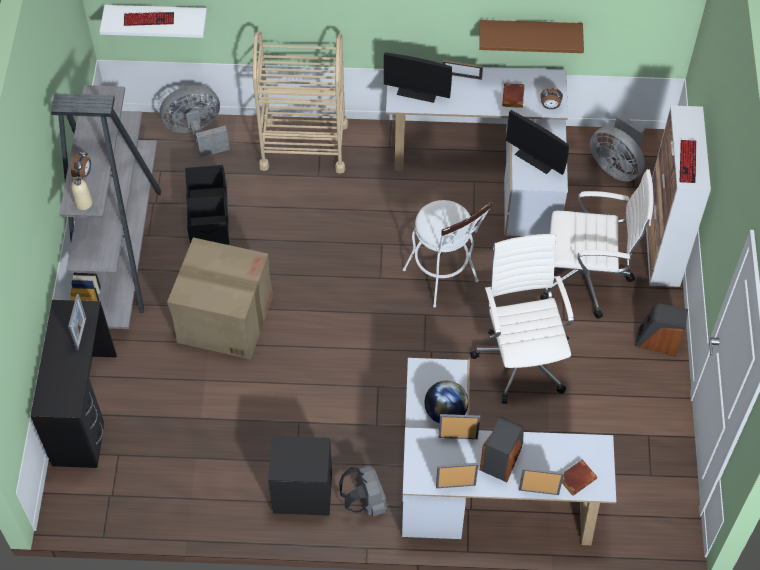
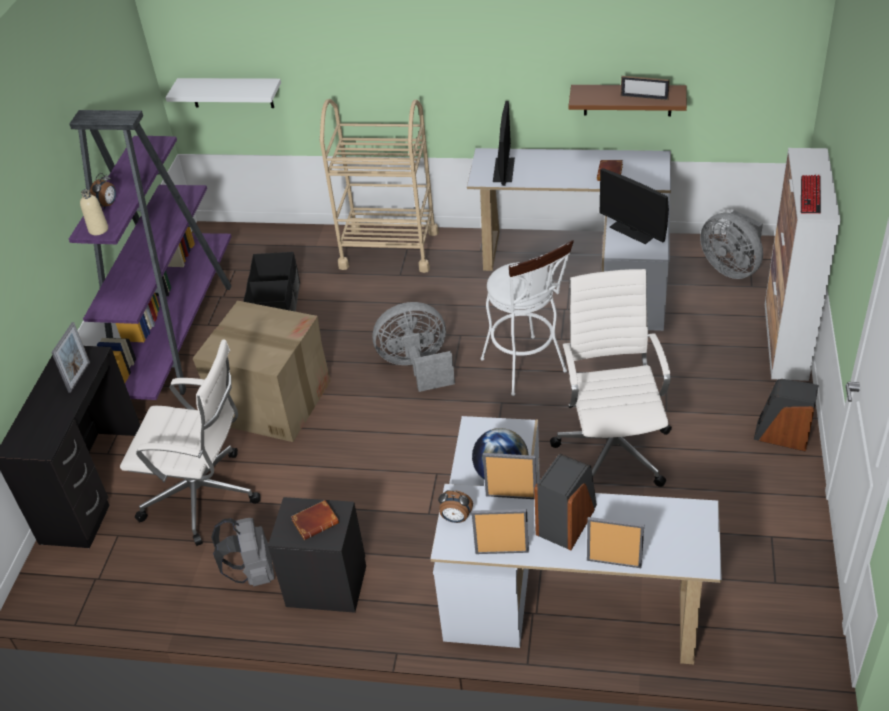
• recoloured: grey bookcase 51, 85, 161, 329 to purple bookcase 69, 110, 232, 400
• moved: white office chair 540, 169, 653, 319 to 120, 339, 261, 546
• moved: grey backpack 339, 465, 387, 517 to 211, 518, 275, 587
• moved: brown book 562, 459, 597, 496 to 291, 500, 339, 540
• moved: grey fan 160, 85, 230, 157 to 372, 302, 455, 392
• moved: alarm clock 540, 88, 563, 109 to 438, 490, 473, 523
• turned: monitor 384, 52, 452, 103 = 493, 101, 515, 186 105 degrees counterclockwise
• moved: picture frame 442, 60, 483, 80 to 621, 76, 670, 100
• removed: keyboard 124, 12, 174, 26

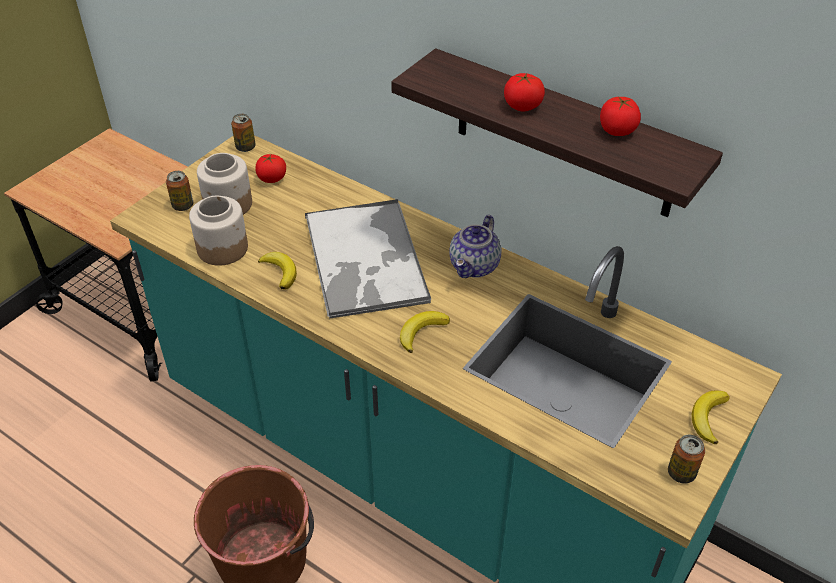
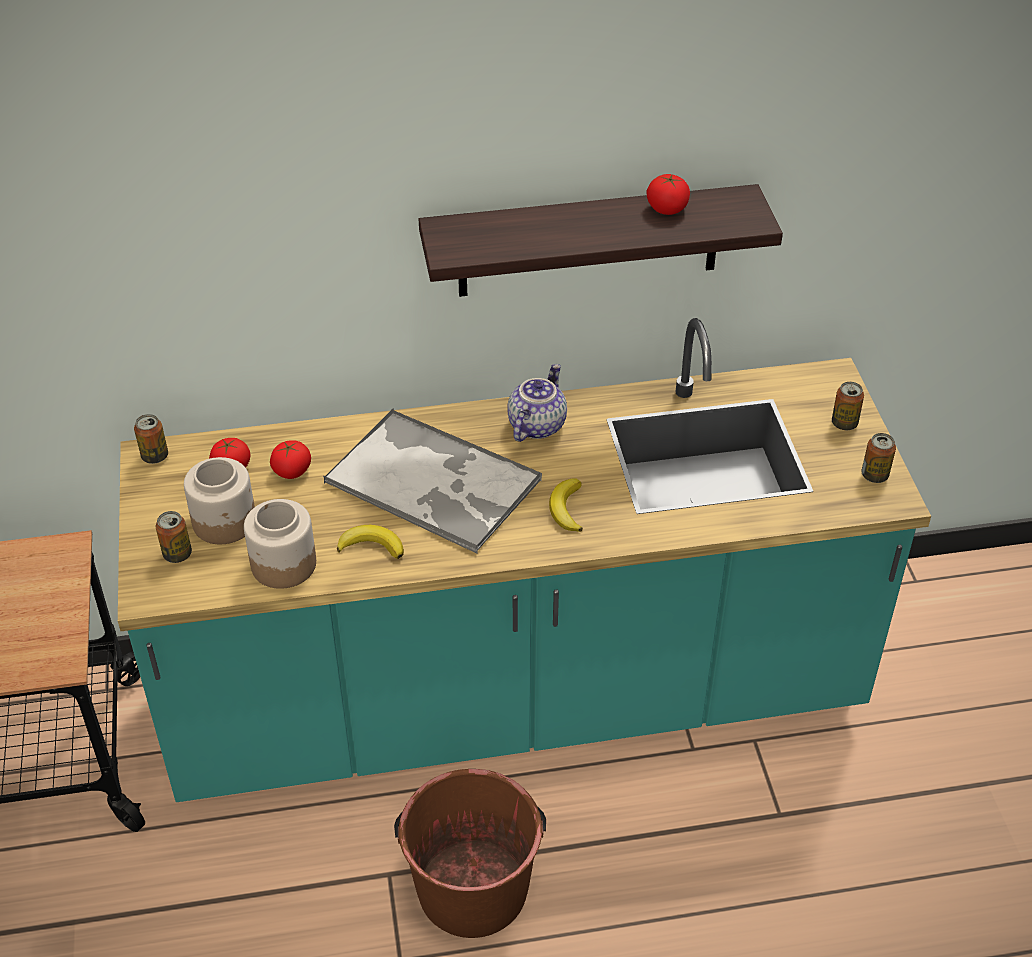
• moved: tomato 504, 73, 545, 111 to 270, 440, 311, 479
• turned: teapot 449, 215, 501, 278 = 507, 364, 567, 442 135 degrees counterclockwise
• replaced: banana 692, 390, 730, 444 to can 832, 382, 864, 430

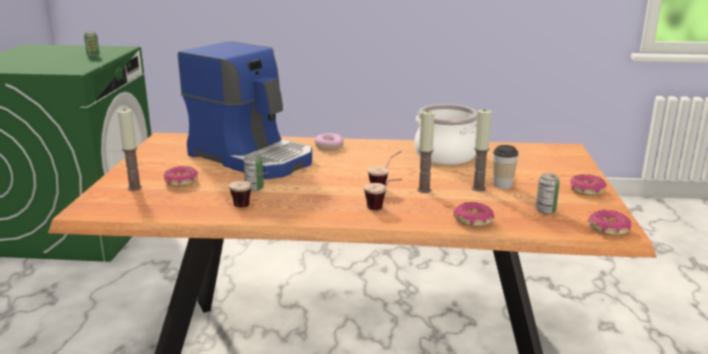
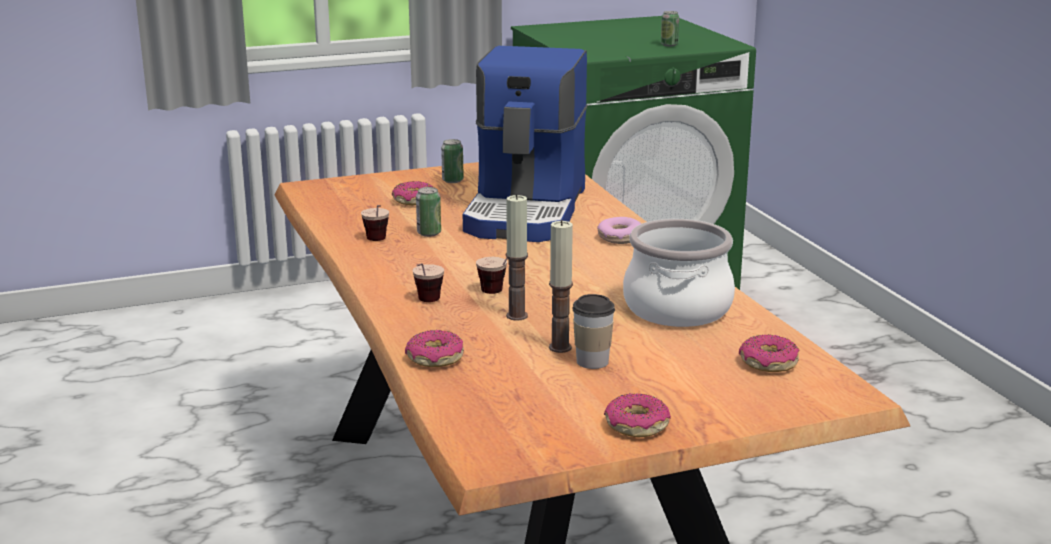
• moved: can 536, 173, 560, 214 to 441, 139, 464, 183
• moved: donut 588, 210, 631, 236 to 739, 335, 799, 372
• removed: candle 118, 109, 142, 191

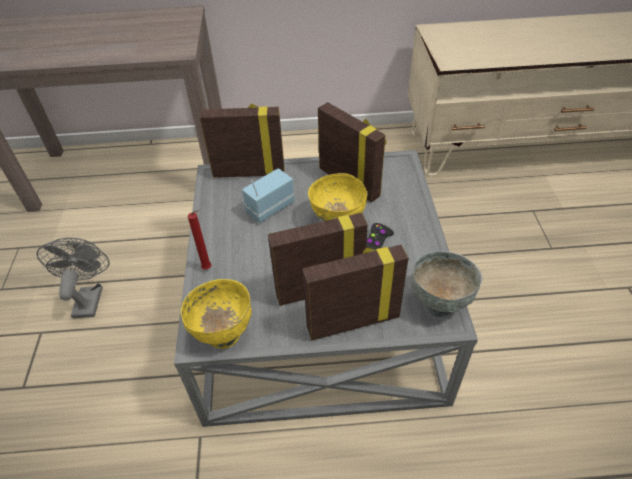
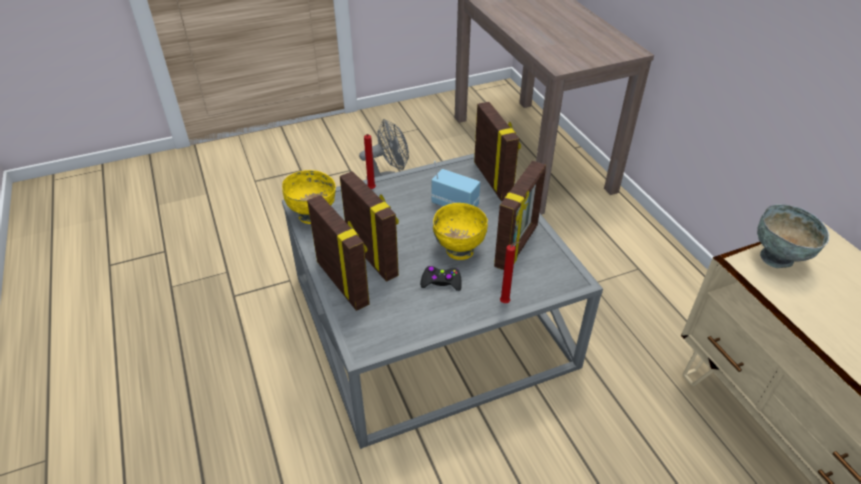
• added: red candle 500, 241, 521, 303
• moved: grey bowl 411, 251, 482, 318 to 757, 204, 829, 268

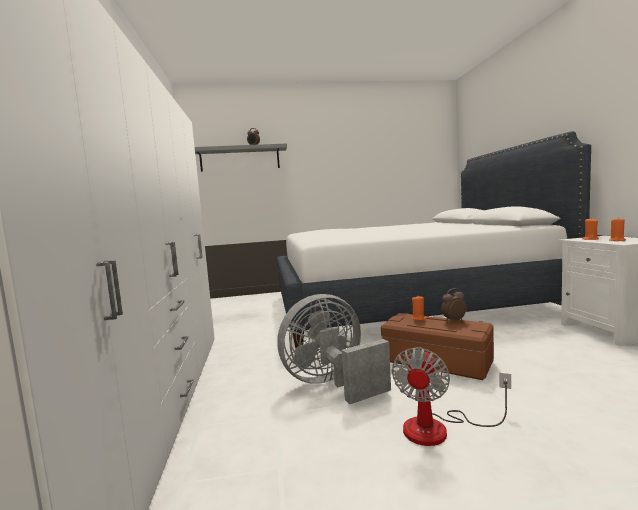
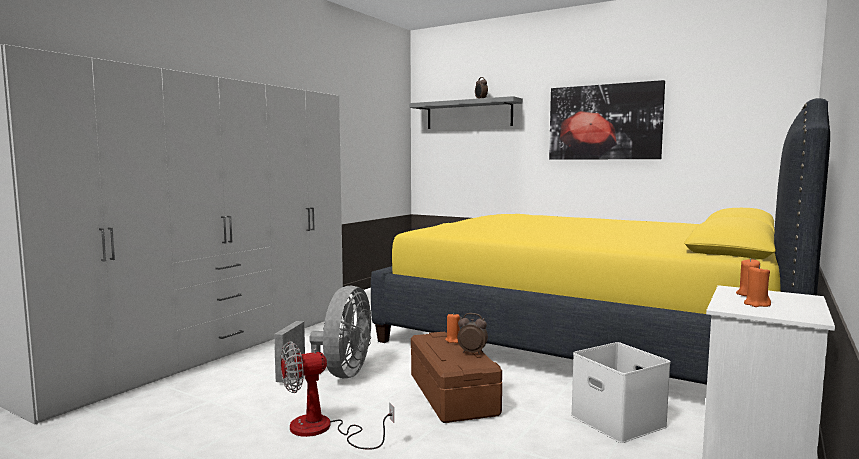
• turned: grey fan 277, 294, 391, 404 = 274, 286, 371, 383 90 degrees clockwise
• recoloured: white bed 277, 131, 591, 348 to yellow bed 371, 98, 830, 385
• added: picture 549, 80, 665, 160
• added: white storage box 571, 342, 671, 443

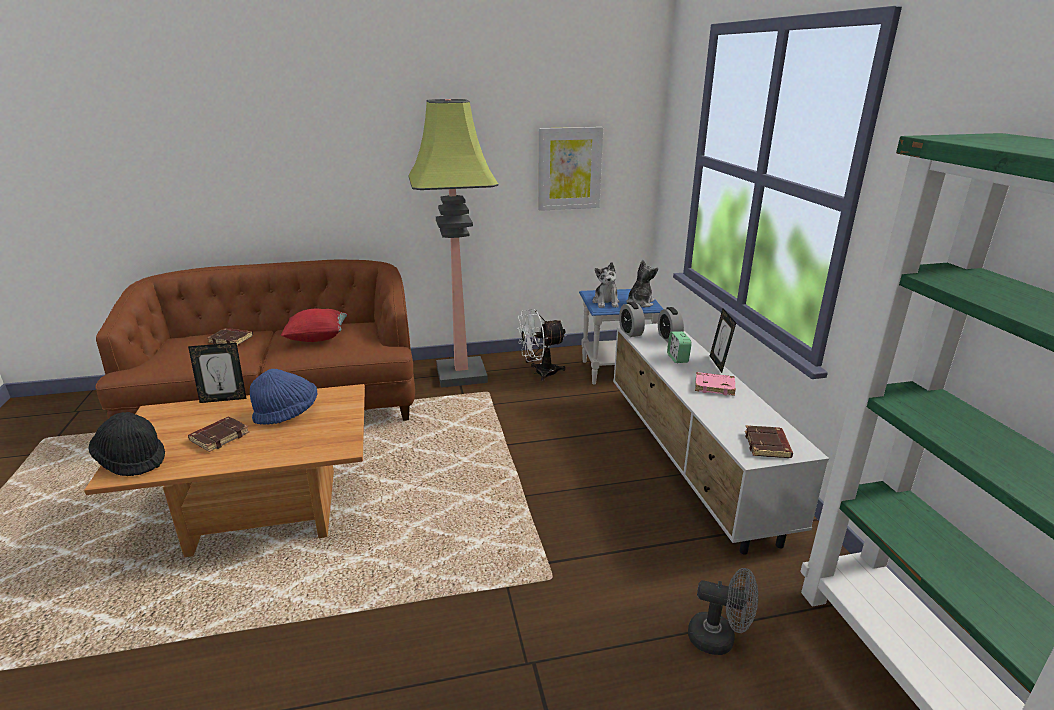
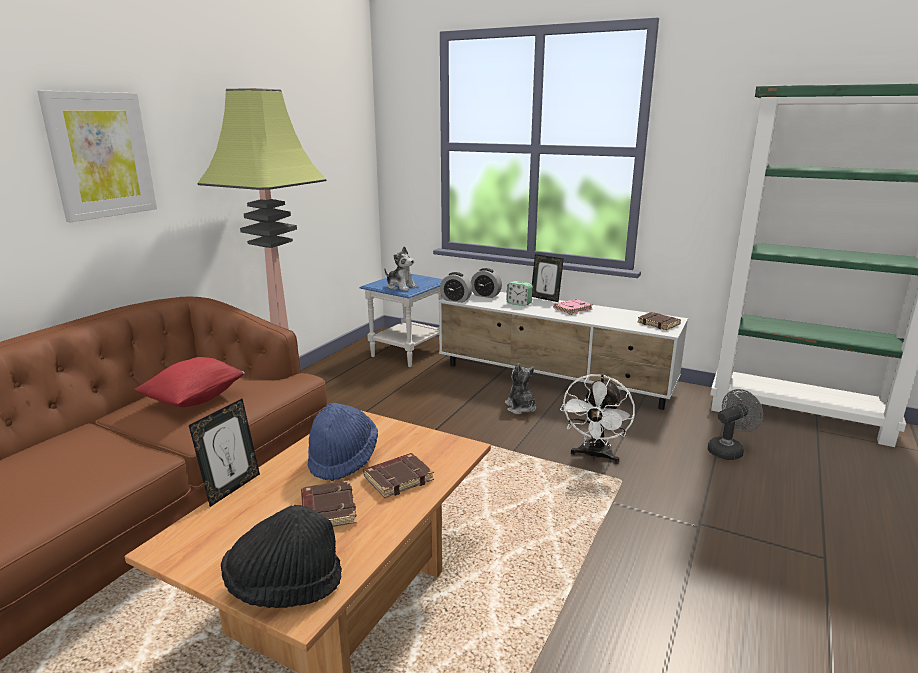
• moved: picture 538, 127, 603, 211 to 37, 91, 157, 222
• moved: brown book 207, 328, 253, 345 to 363, 453, 434, 498
• moved: plush toy 626, 260, 658, 307 to 505, 363, 536, 414
• moved: white fan 517, 309, 566, 381 to 560, 374, 635, 464

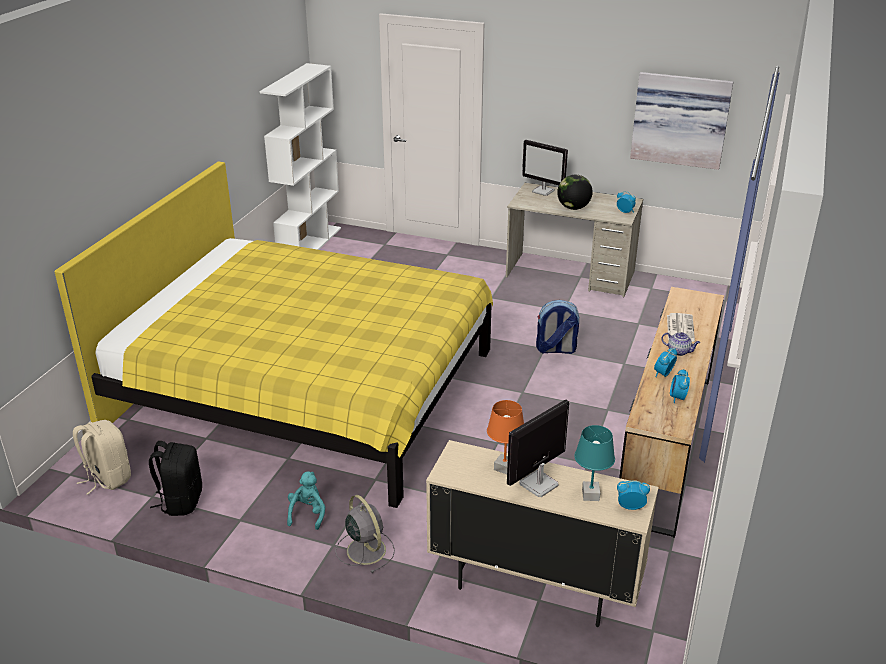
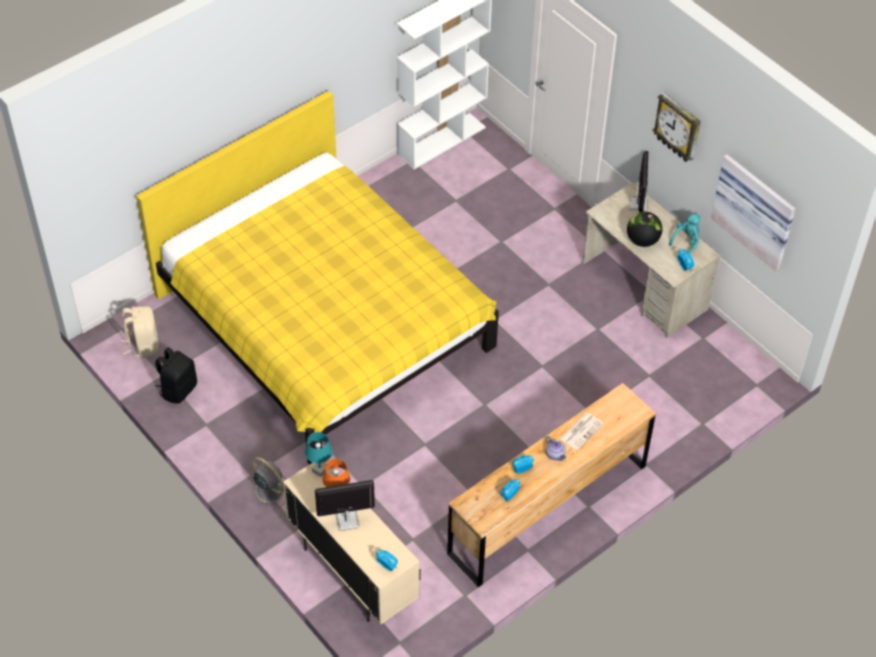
• turned: grey fan 335, 495, 395, 573 = 247, 457, 286, 508 45 degrees counterclockwise
• moved: turquoise table lamp 574, 425, 615, 501 to 305, 432, 332, 477
• turned: monitor 522, 140, 568, 196 = 629, 151, 648, 212 150 degrees counterclockwise
• added: wall clock 653, 92, 701, 162
• moved: turquoise plush toy 287, 471, 325, 530 to 669, 214, 701, 254
• removed: backpack 536, 300, 579, 354

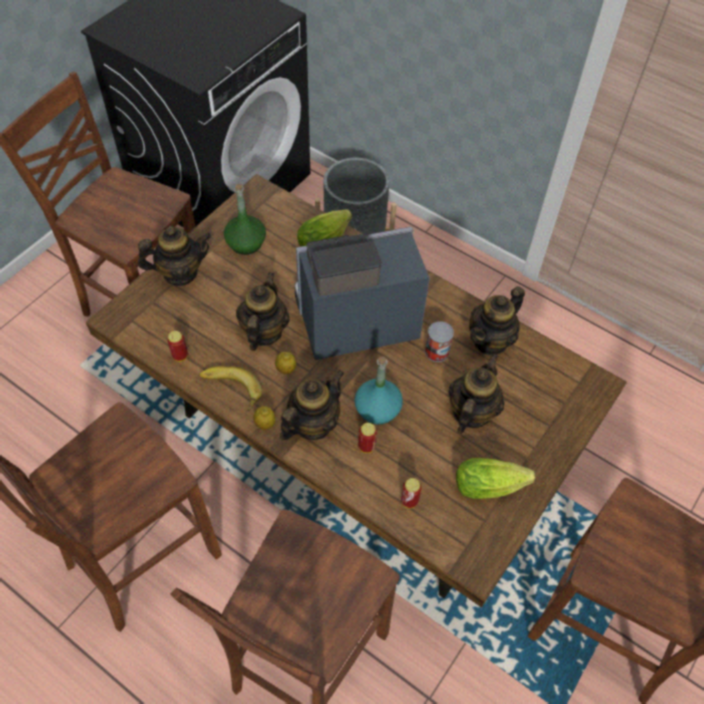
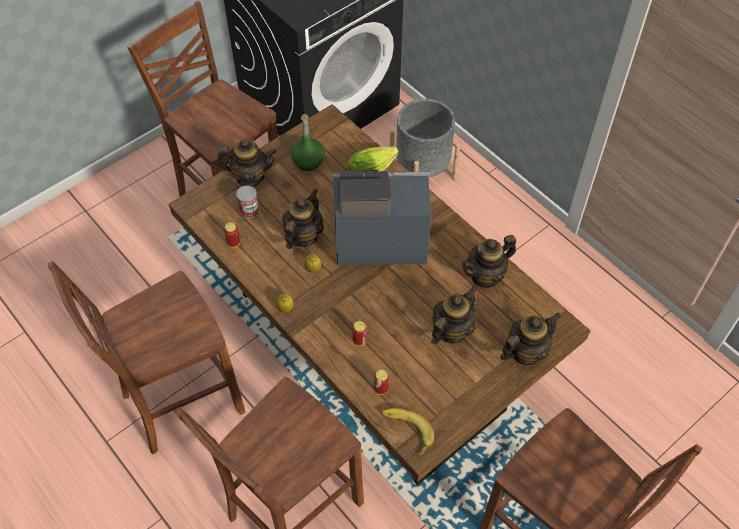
• moved: can 425, 321, 454, 362 to 236, 186, 259, 218
• moved: banana 199, 366, 262, 411 to 381, 408, 434, 456
• moved: teapot 280, 370, 344, 440 to 500, 312, 561, 365
• removed: turquoise bottle 355, 356, 403, 425
• removed: lettuce 456, 458, 535, 499

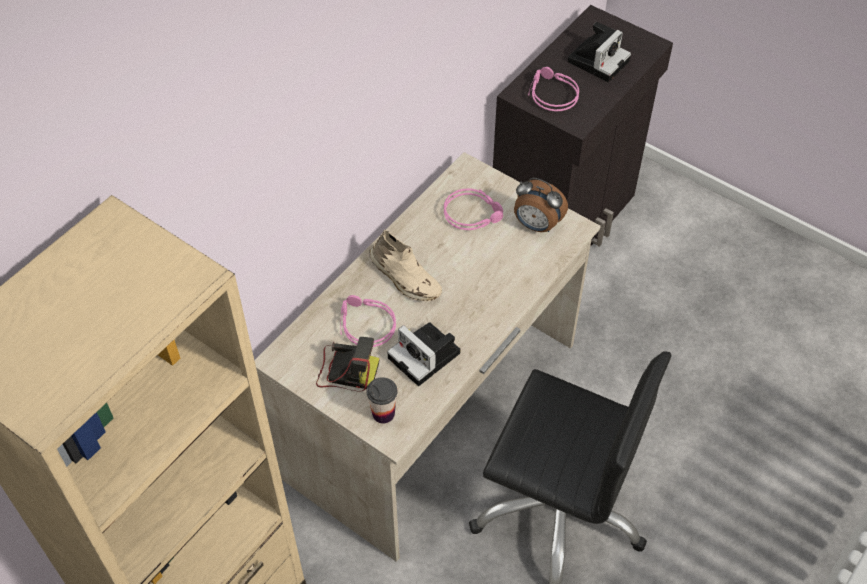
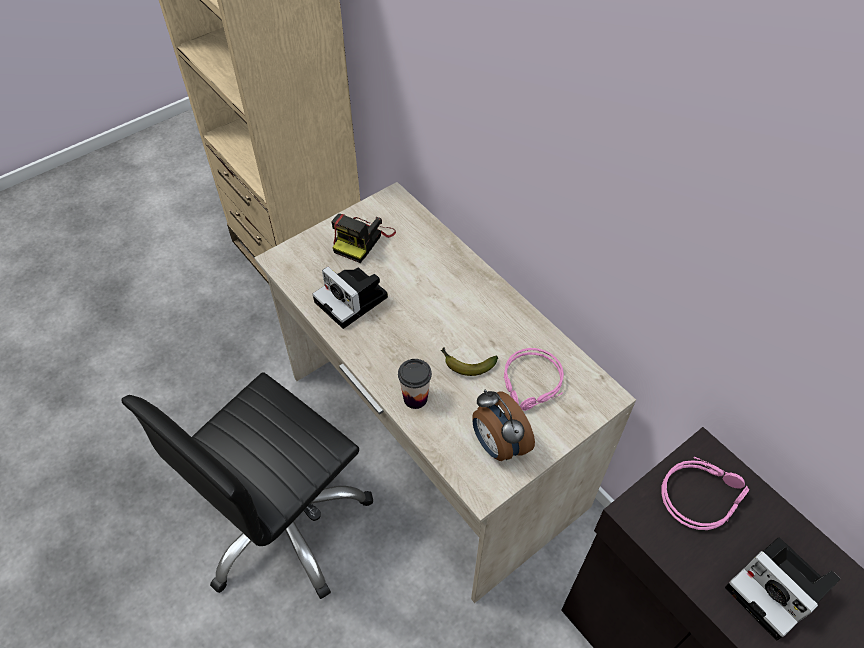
• turned: photo camera 387, 322, 461, 386 = 312, 266, 388, 329 105 degrees counterclockwise
• moved: cup 367, 377, 398, 423 to 398, 359, 432, 409
• added: banana 441, 348, 498, 376
• turned: alarm clock 514, 178, 568, 232 = 472, 390, 535, 461 75 degrees counterclockwise
• removed: pink headphones 340, 295, 396, 347
• removed: beige shoe 369, 229, 442, 301

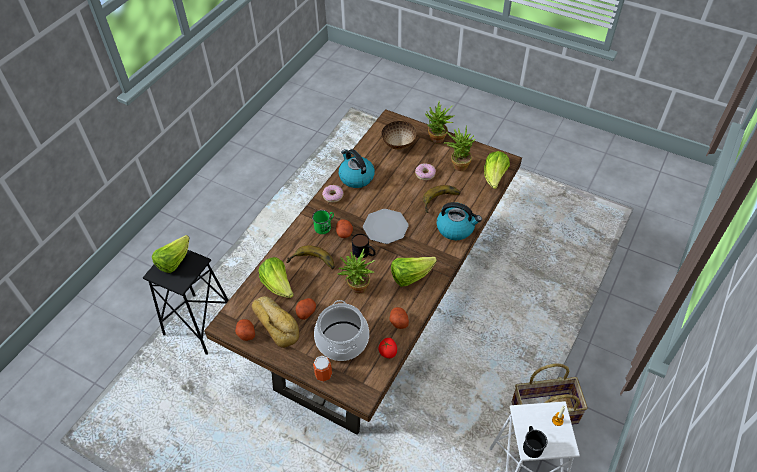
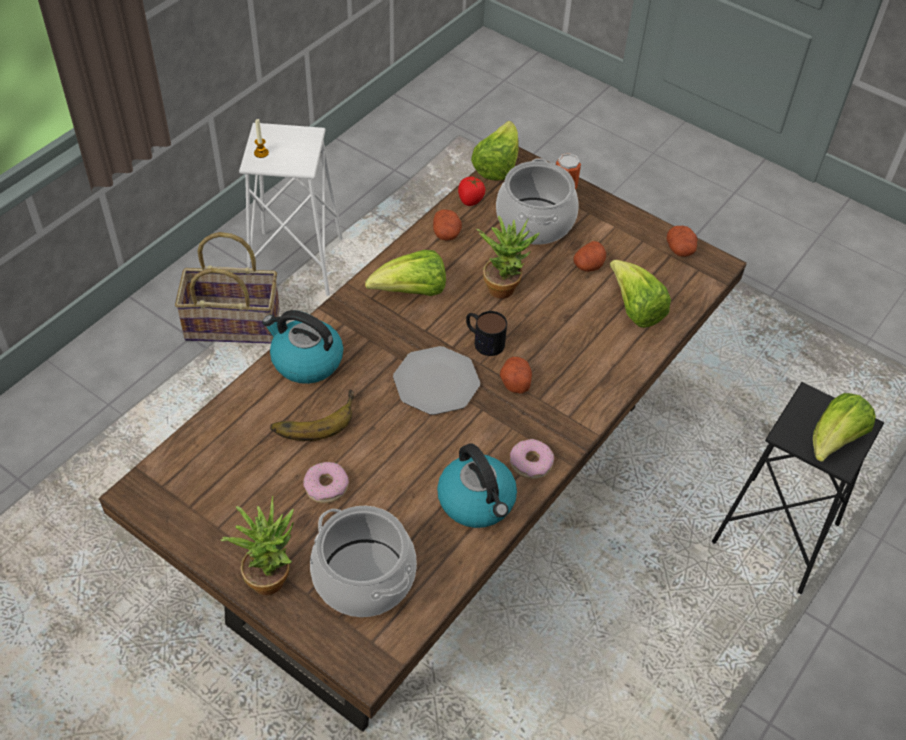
• replaced: bowl 381, 121, 417, 150 to cooking pot 310, 506, 417, 617
• moved: lettuce 484, 151, 510, 189 to 471, 121, 518, 181
• removed: bread 252, 296, 299, 348
• removed: banana 286, 245, 335, 269
• removed: green mug 312, 210, 334, 234
• removed: potted plant 444, 126, 475, 171
• removed: black mug 523, 426, 548, 458

